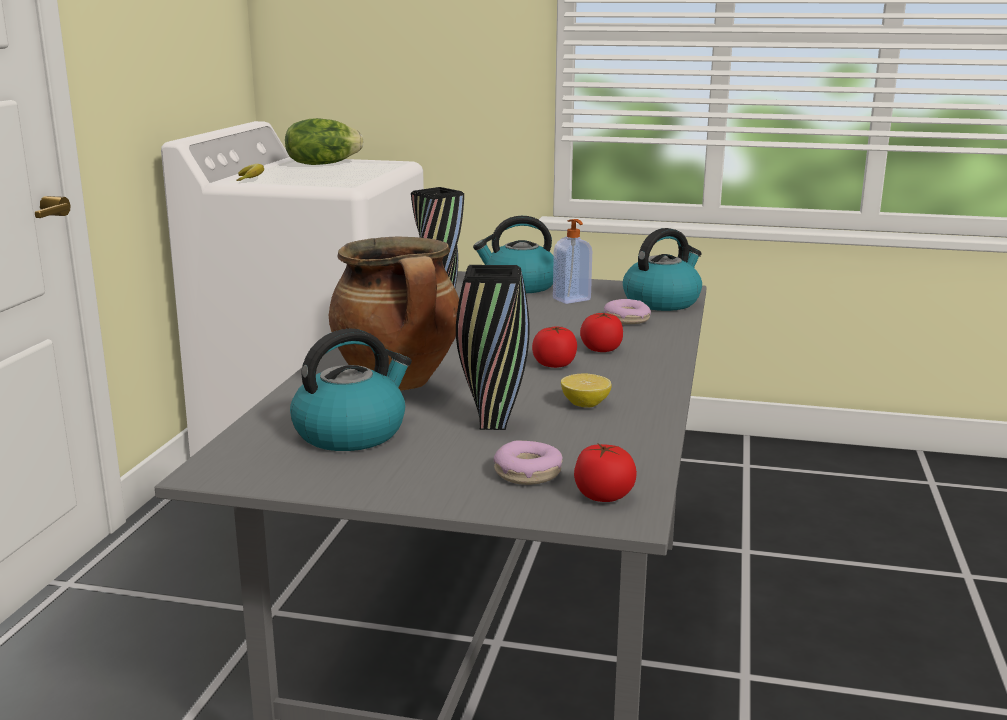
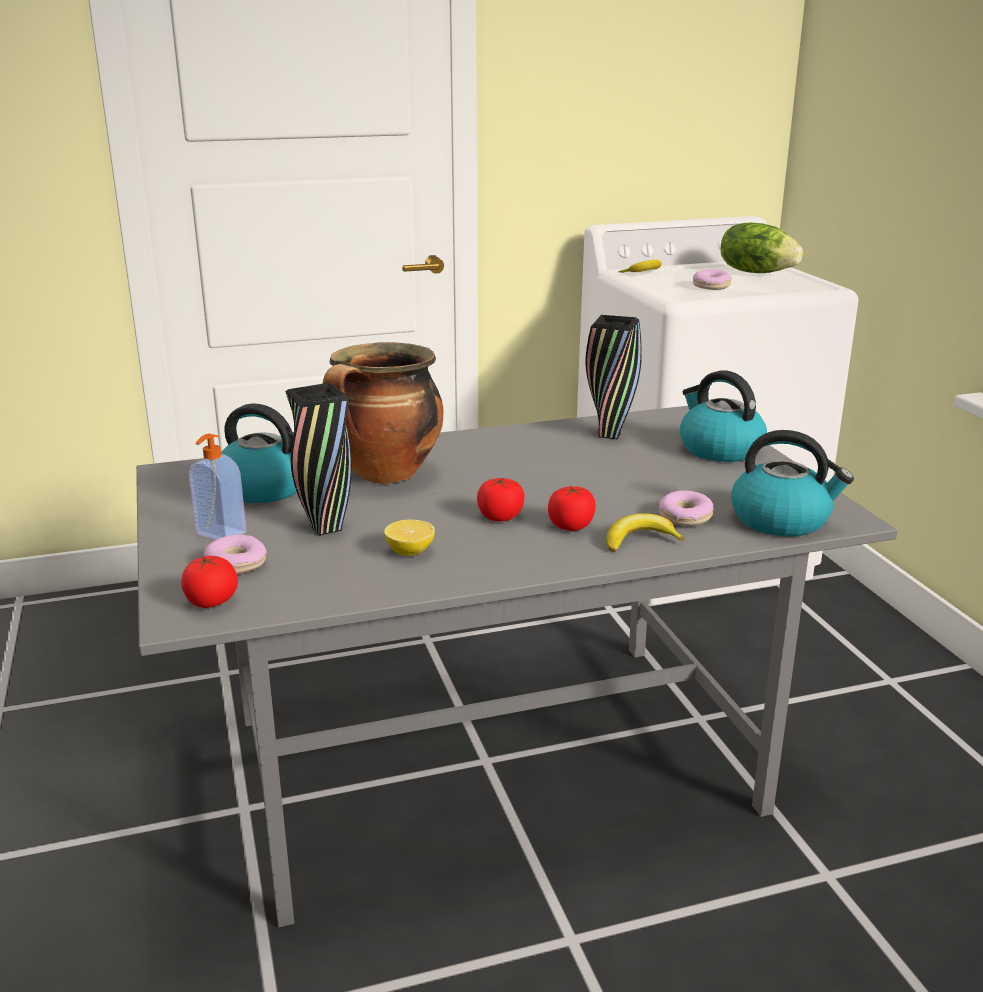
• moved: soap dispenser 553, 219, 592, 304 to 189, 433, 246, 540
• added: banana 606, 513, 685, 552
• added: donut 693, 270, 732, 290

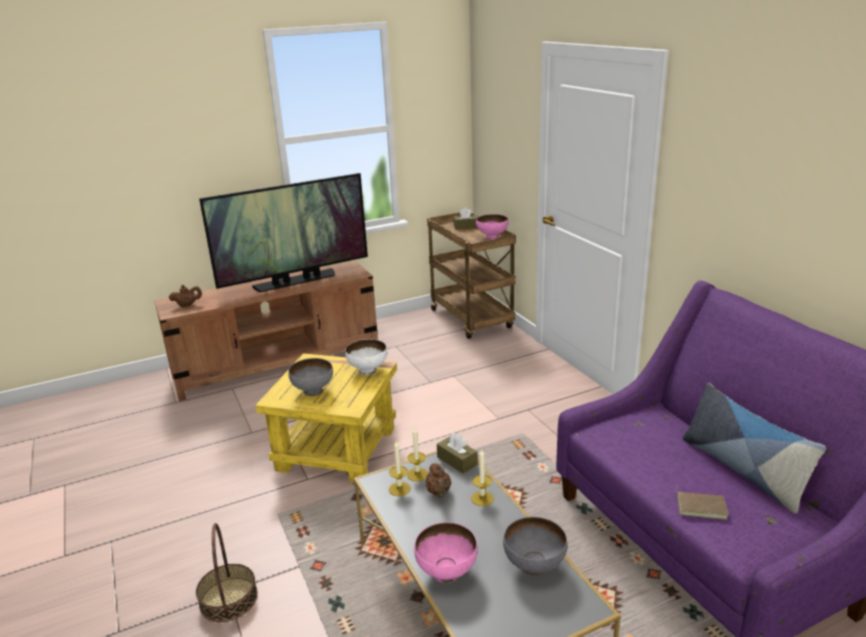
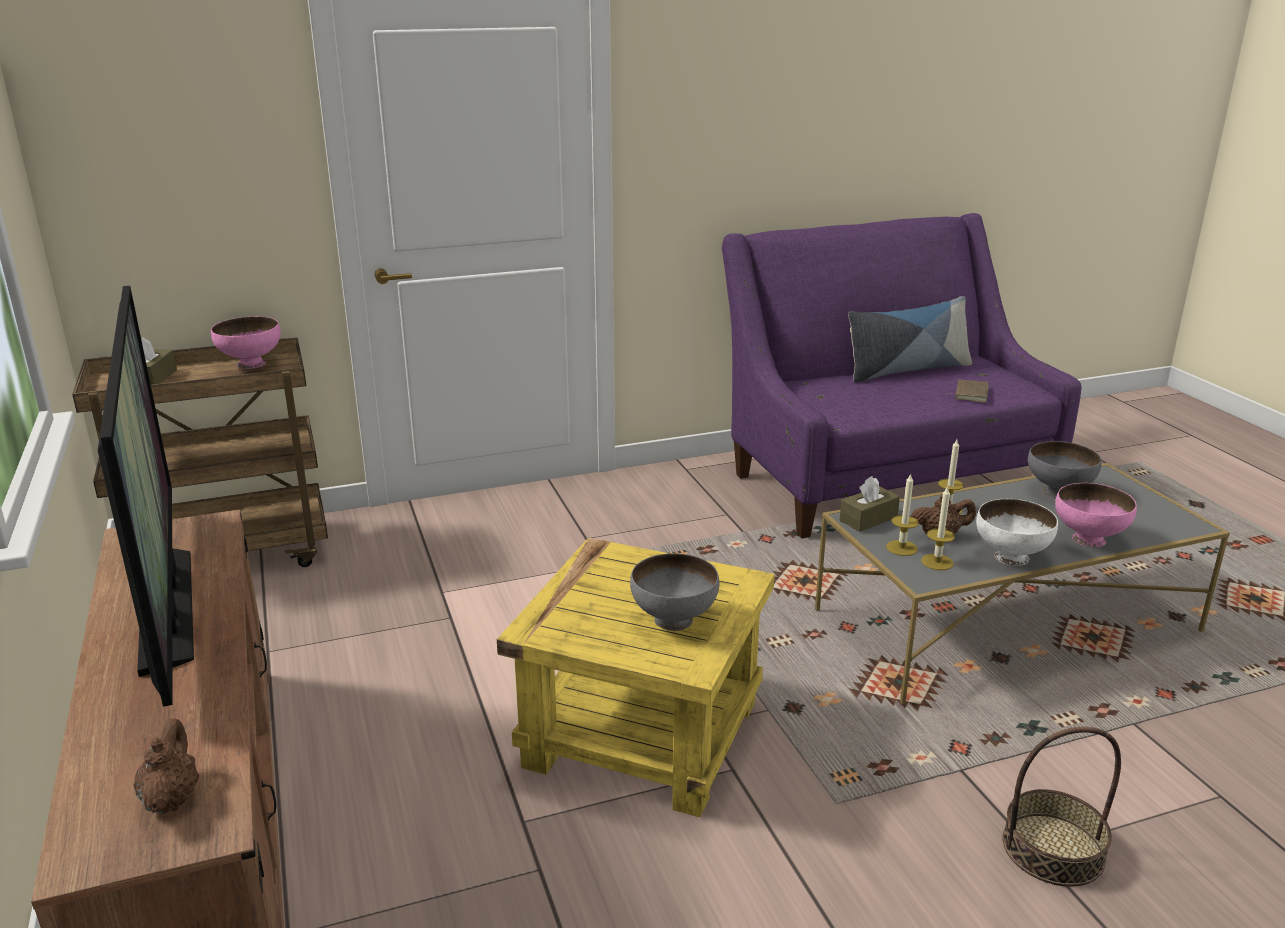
• moved: white bowl 345, 339, 387, 375 to 976, 499, 1058, 566

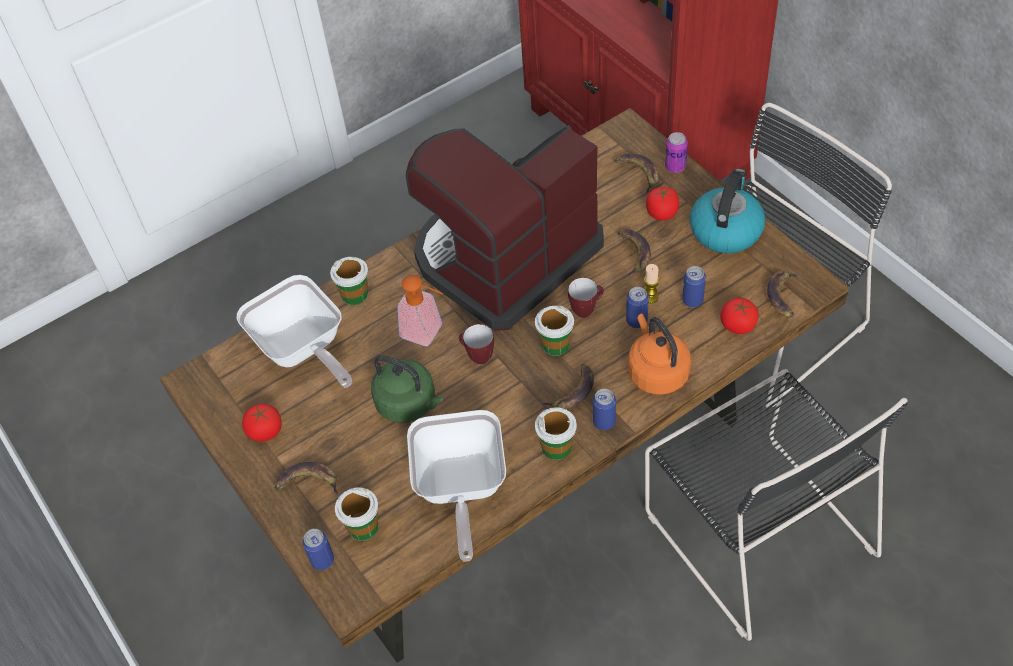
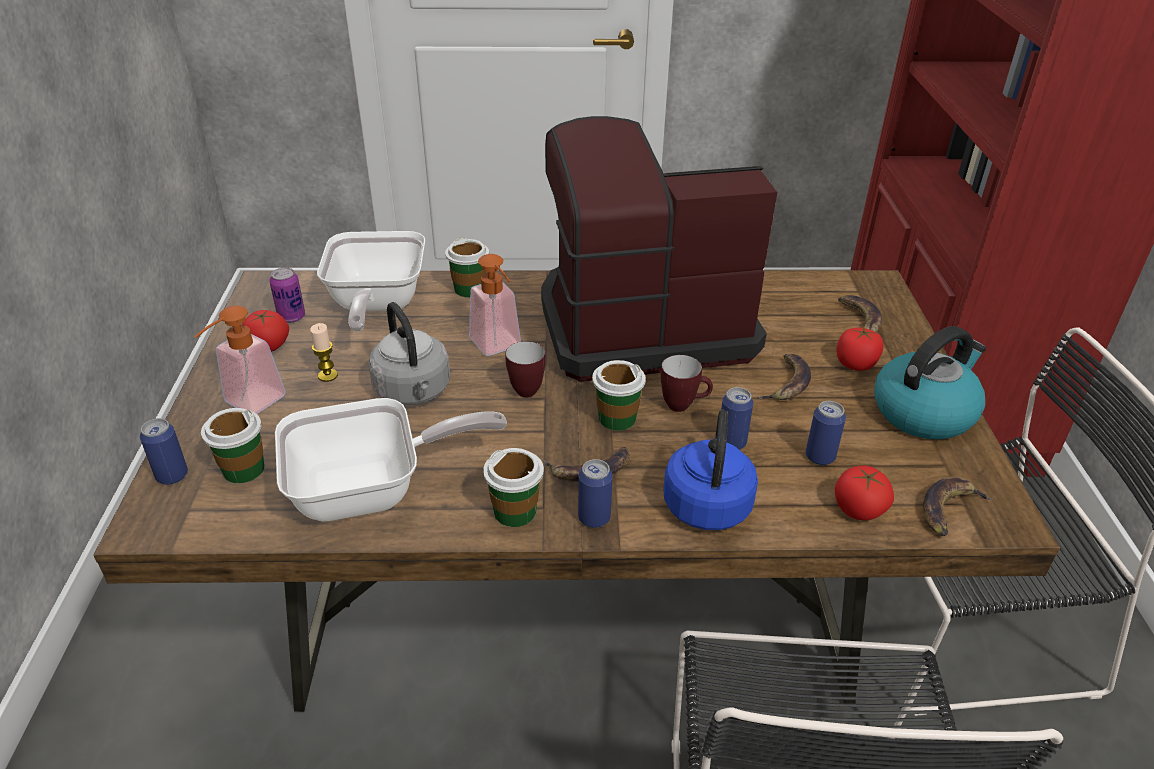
• replaced: banana 274, 462, 338, 496 to soap dispenser 194, 306, 286, 414
• moved: can 665, 132, 688, 173 to 269, 267, 305, 323
• turned: frying pan 407, 410, 506, 562 = 275, 398, 507, 522 135 degrees counterclockwise
• moved: candle 644, 264, 660, 303 to 310, 323, 338, 382
• recoloured: green kettle 371, 355, 443, 423 to grey kettle 368, 302, 450, 405
• recoloured: orange kettle 628, 313, 691, 395 to blue kettle 663, 410, 758, 530

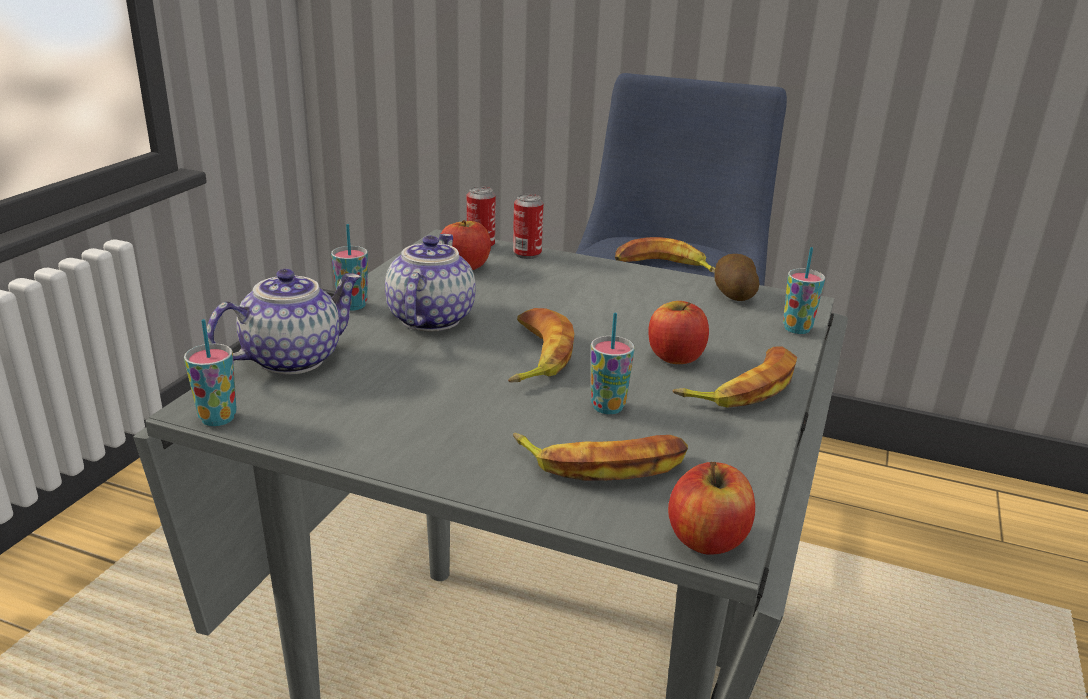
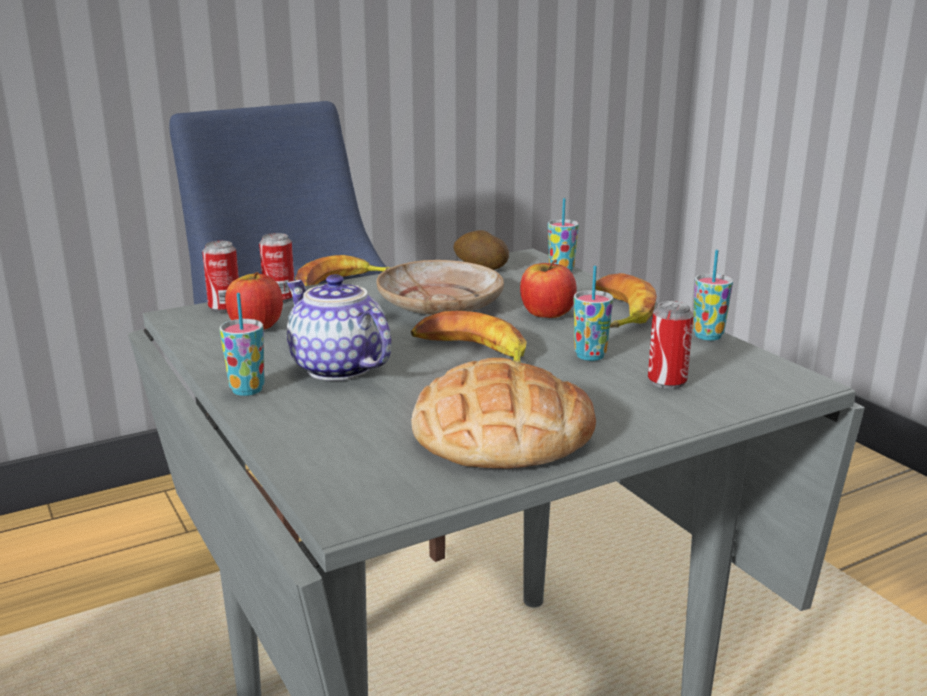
• added: beige plate 376, 260, 504, 315
• added: bread 411, 358, 596, 469
• replaced: banana 513, 433, 688, 481 to can 648, 301, 694, 389
• moved: cup 184, 319, 237, 426 to 693, 250, 733, 341
• removed: teapot 207, 269, 361, 375
• removed: apple 668, 462, 755, 555

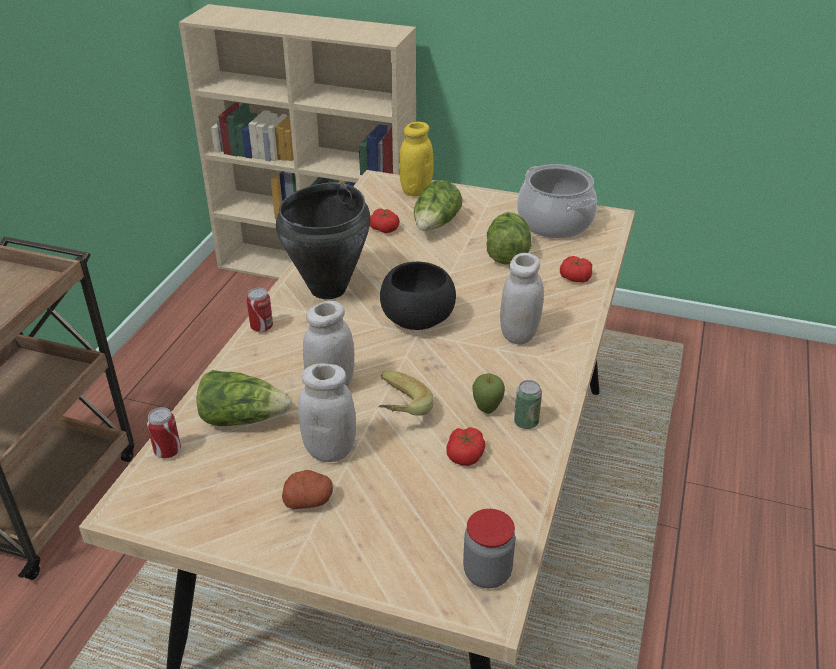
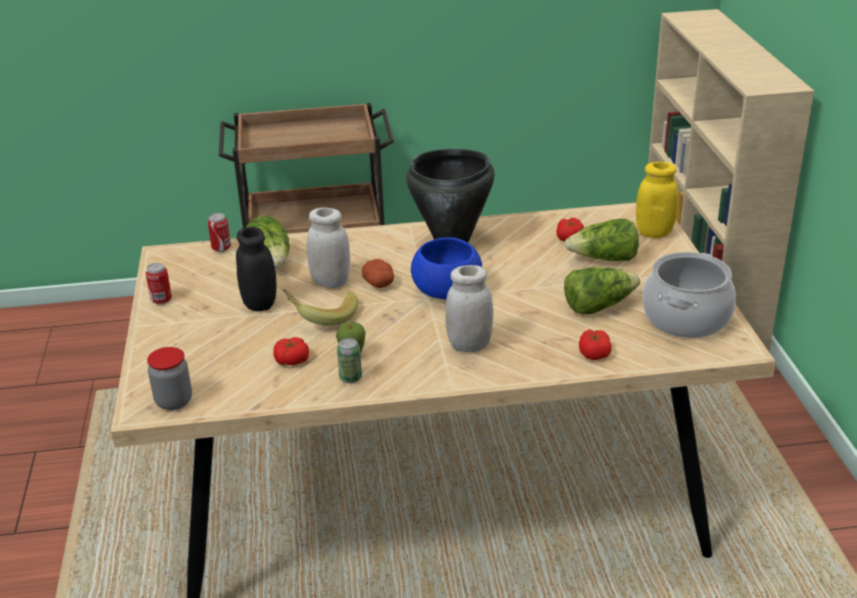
• moved: can 247, 288, 273, 332 to 146, 263, 172, 305
• recoloured: white jar 298, 363, 356, 462 to black jar 236, 227, 277, 311
• moved: potato 282, 470, 333, 509 to 362, 259, 394, 288
• recoloured: black bowl 380, 262, 456, 330 to blue bowl 411, 237, 482, 300

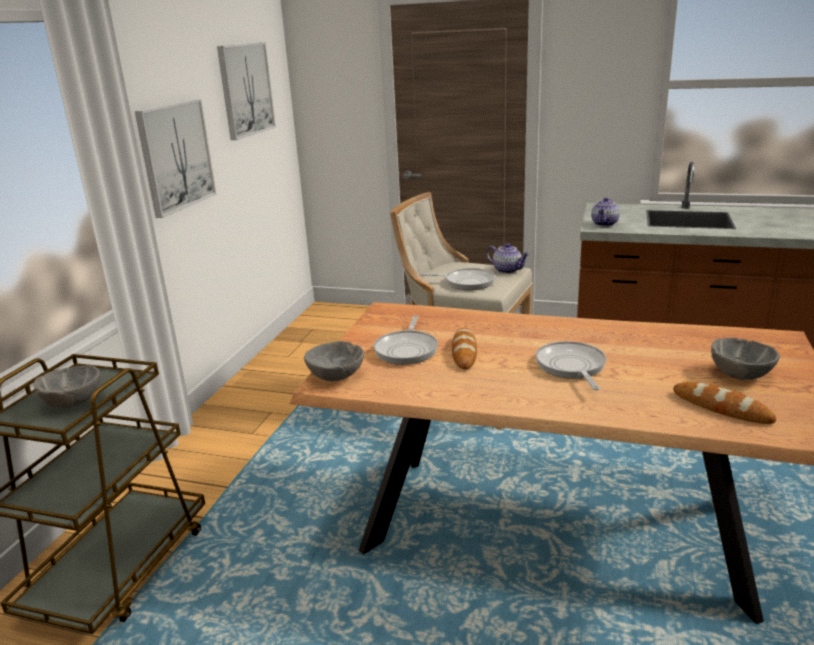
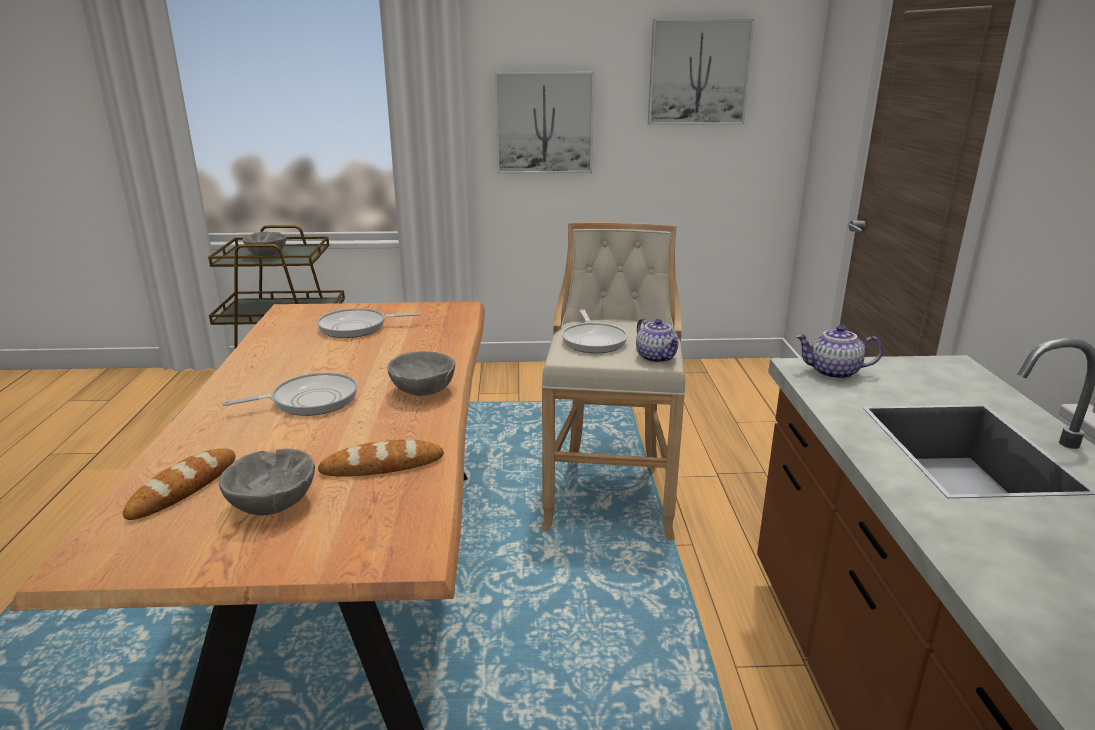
• moved: bread 452, 328, 477, 369 to 318, 440, 444, 477
• moved: grey bowl 304, 341, 364, 381 to 387, 351, 455, 396
• turned: teapot 486, 243, 530, 274 = 636, 318, 680, 363 45 degrees counterclockwise

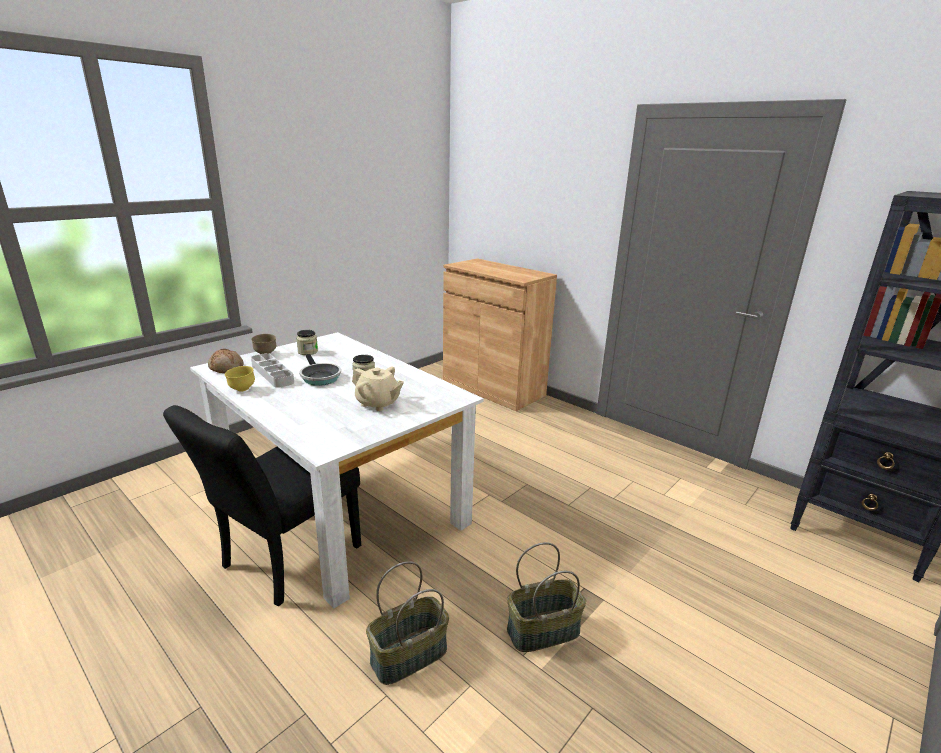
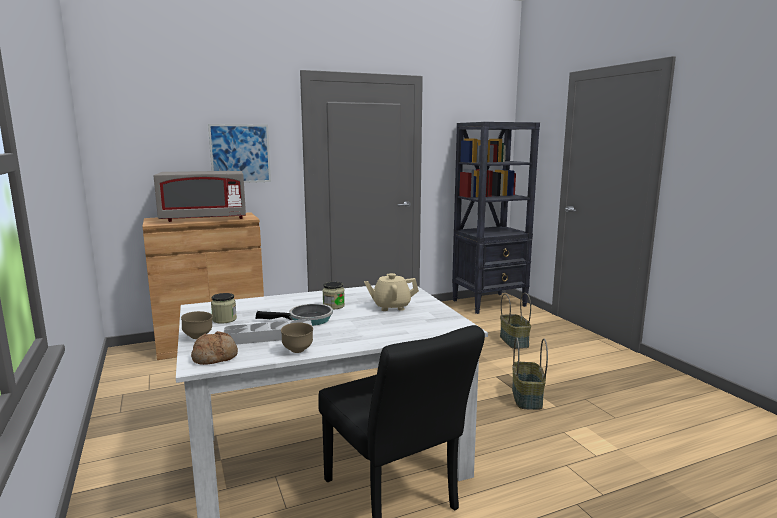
• added: grey microwave 154, 171, 246, 222
• added: picture 208, 124, 271, 183
• recoloured: yellow bowl 225, 366, 255, 392 to brown bowl 281, 323, 313, 353
• turned: beige teapot 352, 367, 404, 411 = 364, 273, 419, 311 150 degrees counterclockwise
• moved: basket 366, 561, 449, 685 to 500, 293, 531, 349

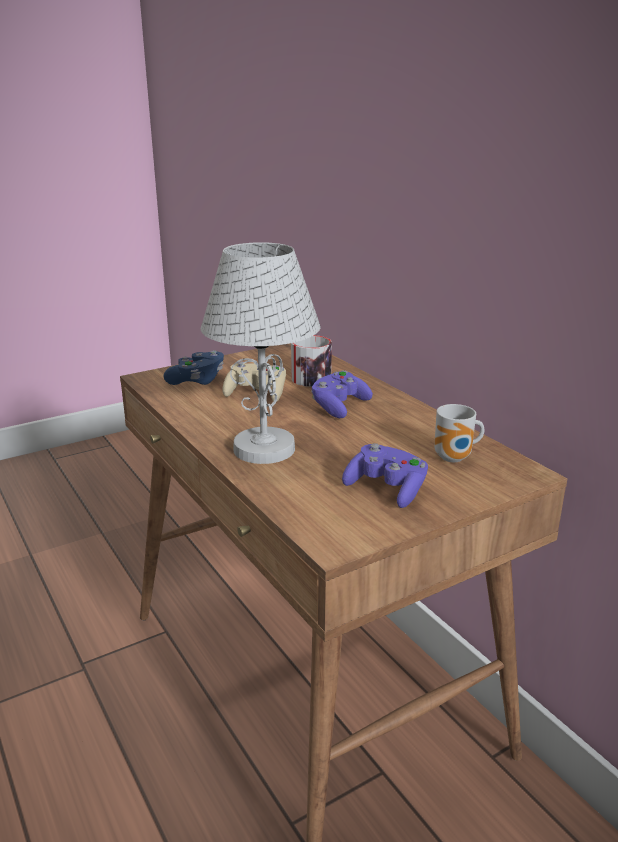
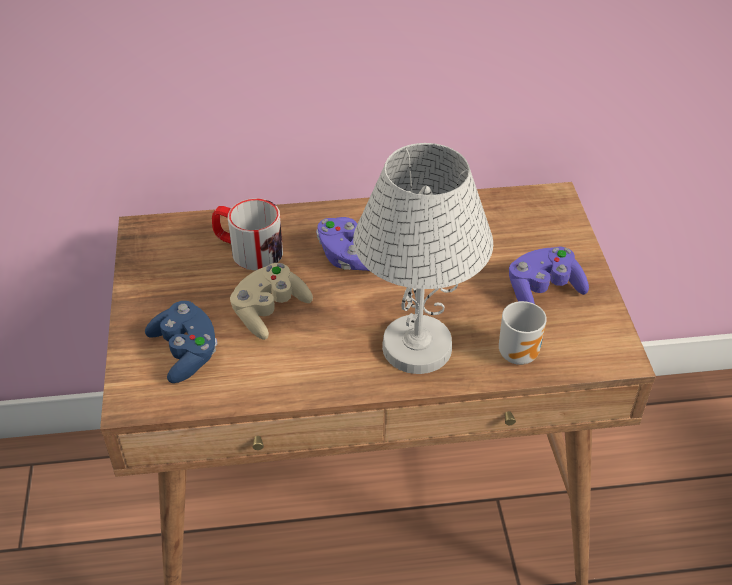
• moved: mug 434, 404, 484, 462 to 499, 301, 547, 365

